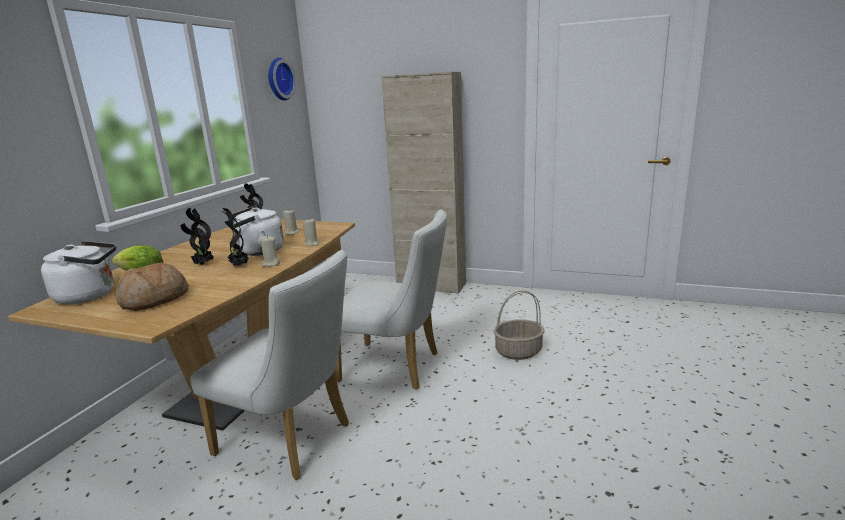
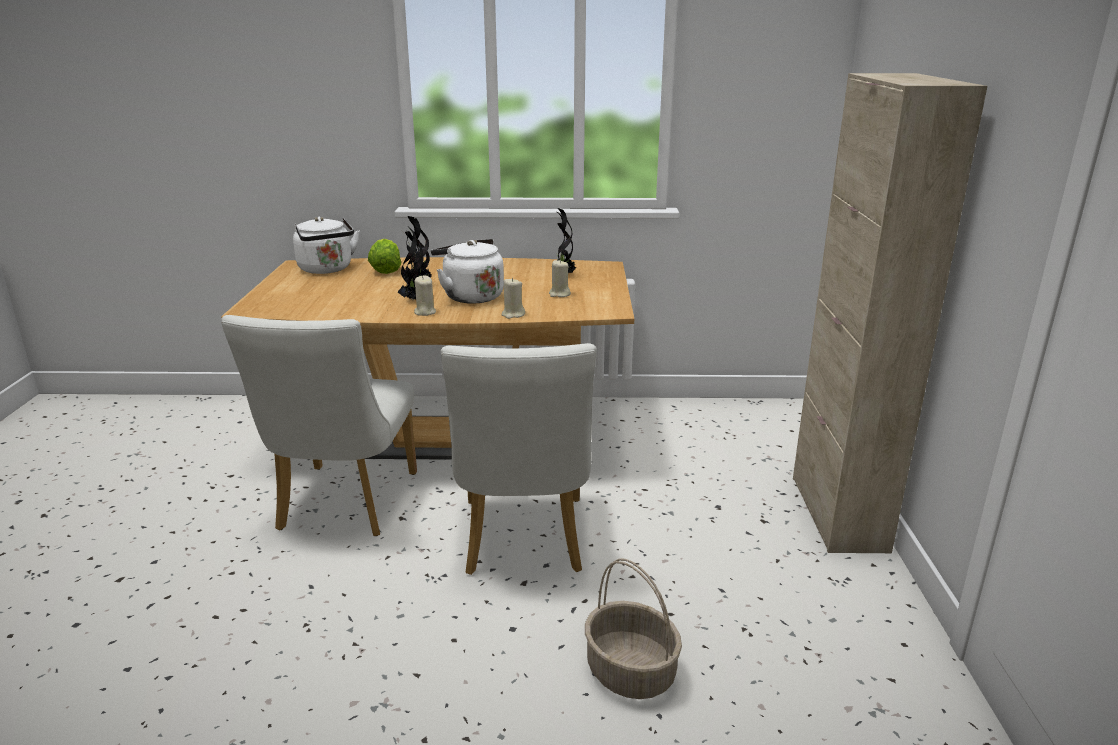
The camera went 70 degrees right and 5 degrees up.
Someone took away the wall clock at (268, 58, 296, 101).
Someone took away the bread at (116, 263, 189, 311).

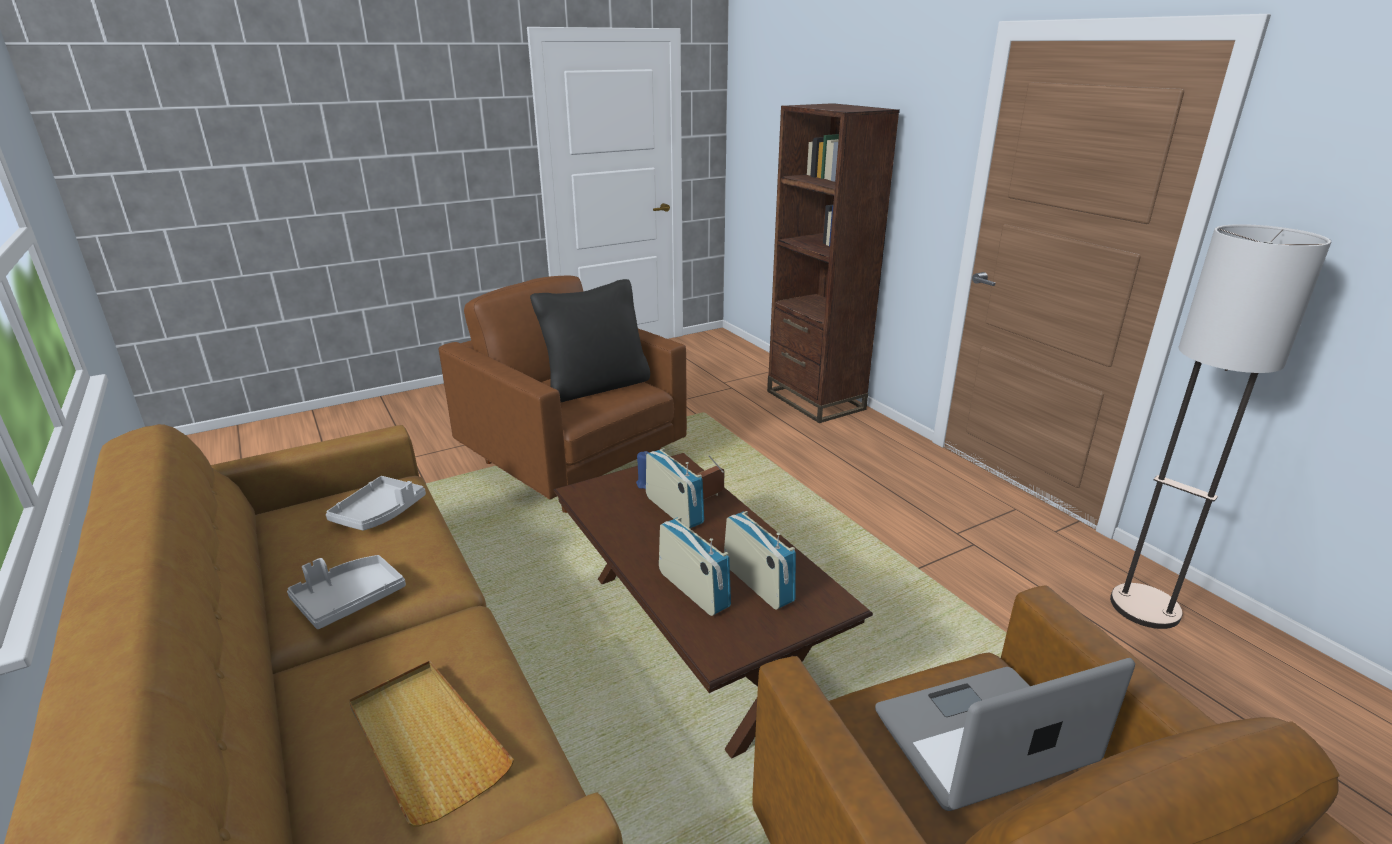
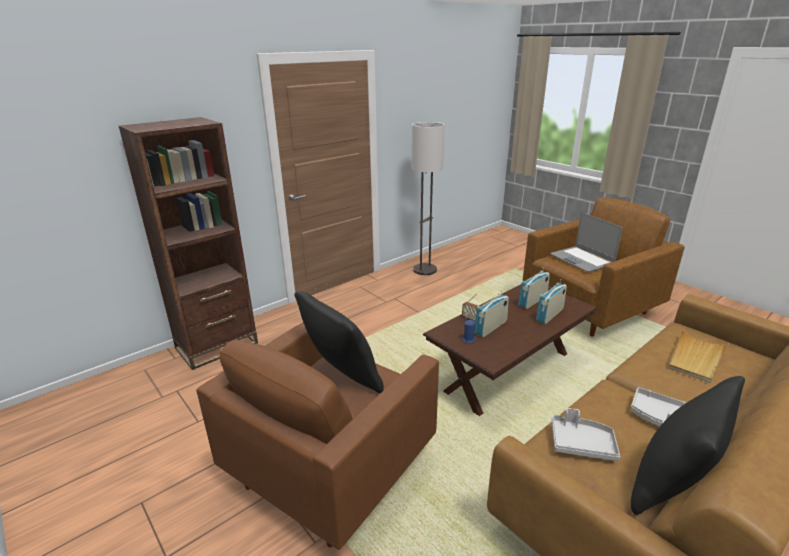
The camera went 100 degrees left and 0 degrees up.
Someone put down the pillow (black) at (631, 376, 745, 515).

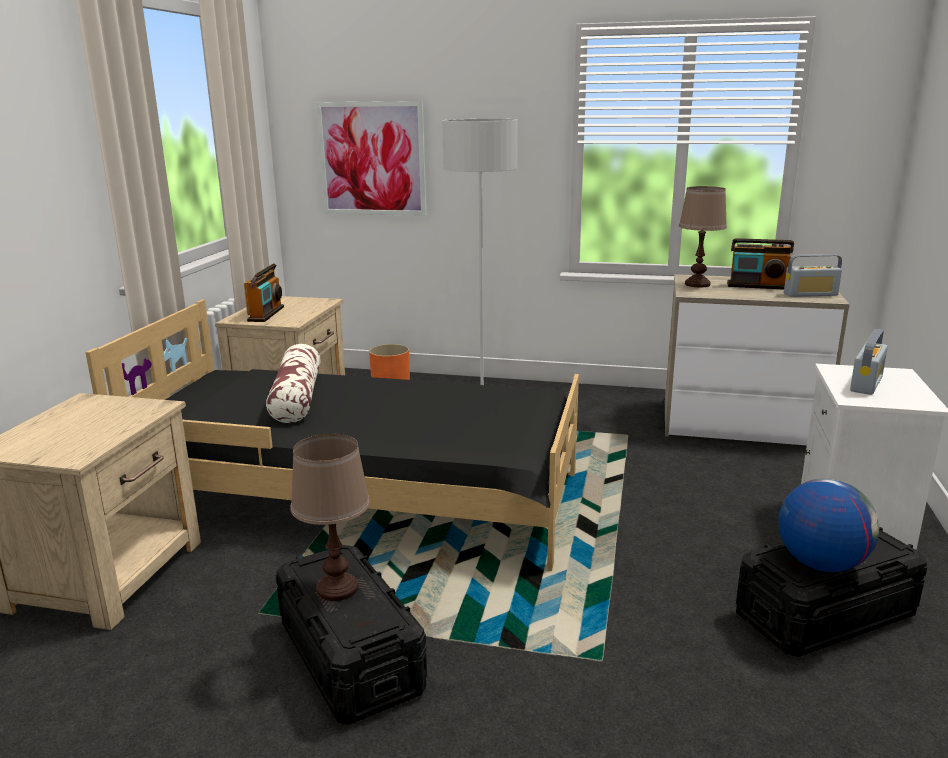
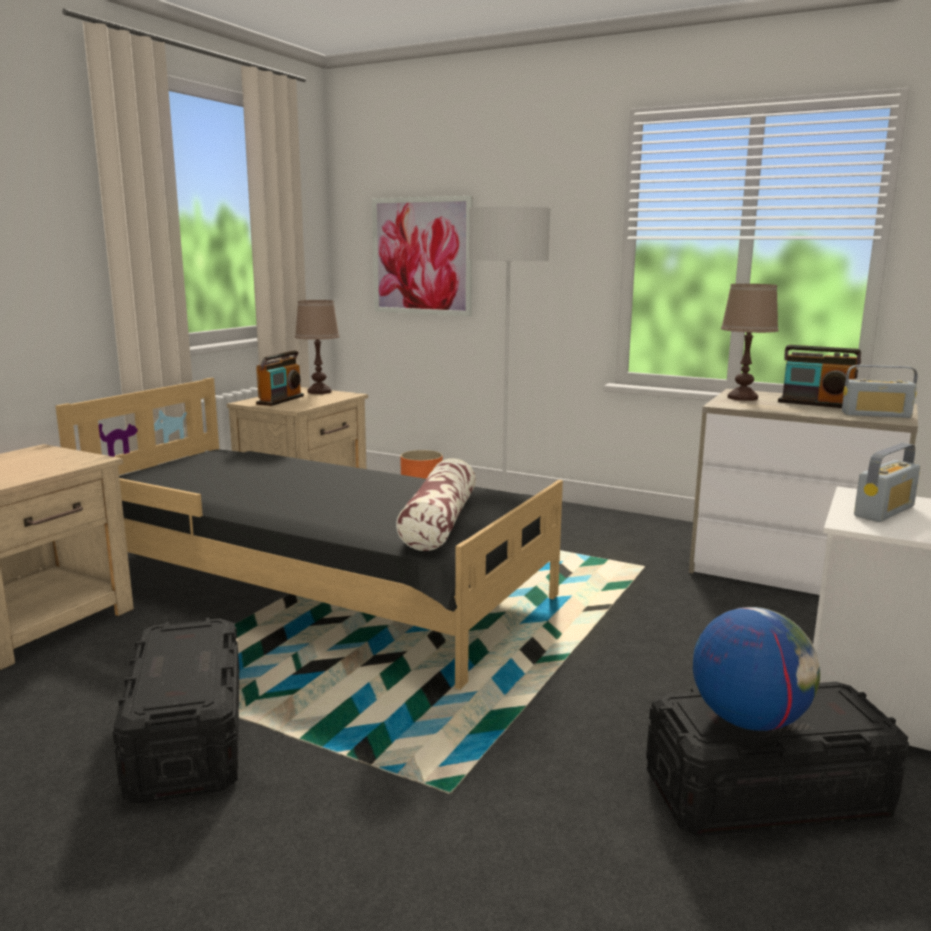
The camera went 15 degrees right and 5 degrees down.
Someone carried the pillow from (266, 344, 321, 423) to (396, 458, 476, 551).
Someone carried the table lamp (brown) from (290, 434, 370, 601) to (295, 300, 339, 394).

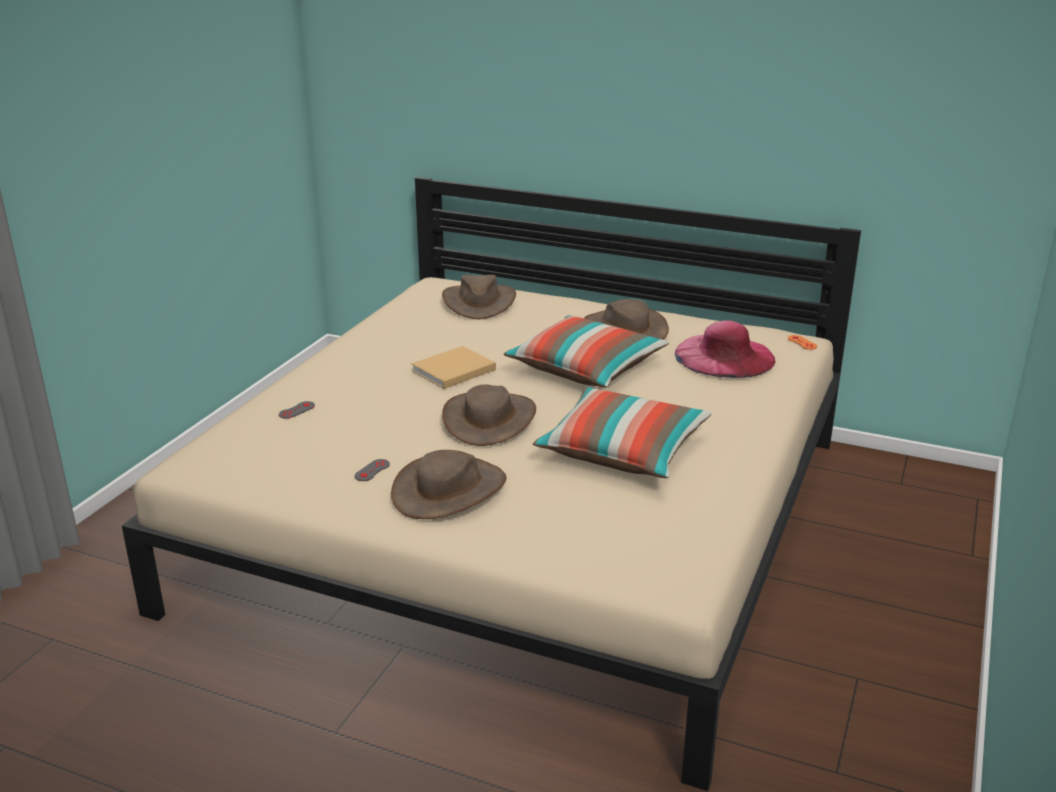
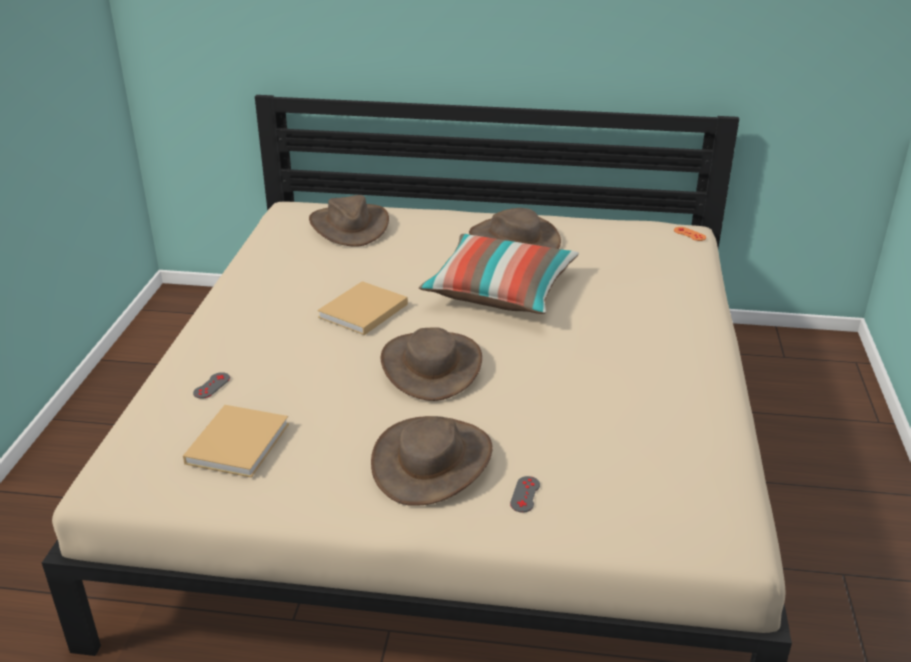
The camera went 15 degrees left and 5 degrees up.
Someone took away the hat (pink) at (675, 320, 775, 378).
Someone took away the pillow at (533, 387, 712, 478).
Someone carried the game controller (grey) from (354, 459, 390, 481) to (510, 476, 540, 513).
Someone put down the book (beige) at (183, 405, 289, 478).

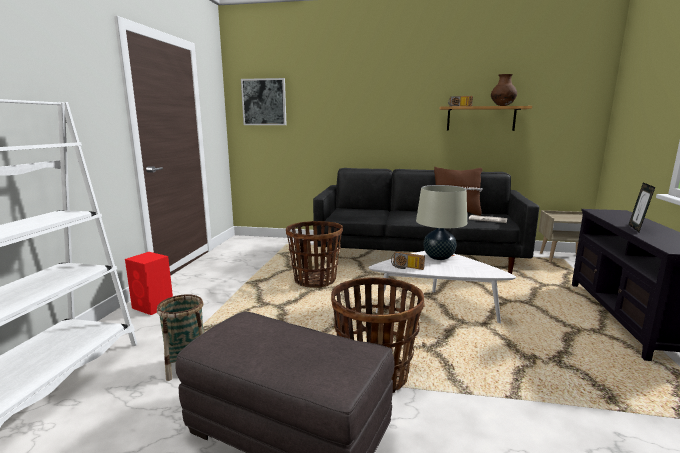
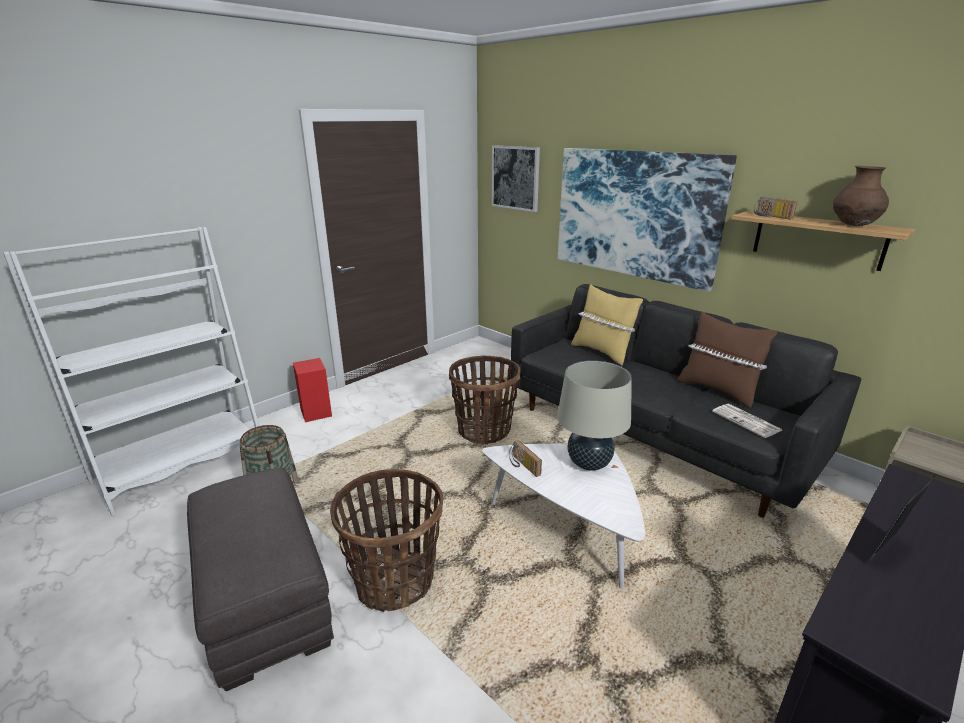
The camera went 35 degrees right and 10 degrees up.
Someone put up the picture at (558, 148, 737, 292).
Someone put down the pillow (yellow) at (571, 284, 643, 365).

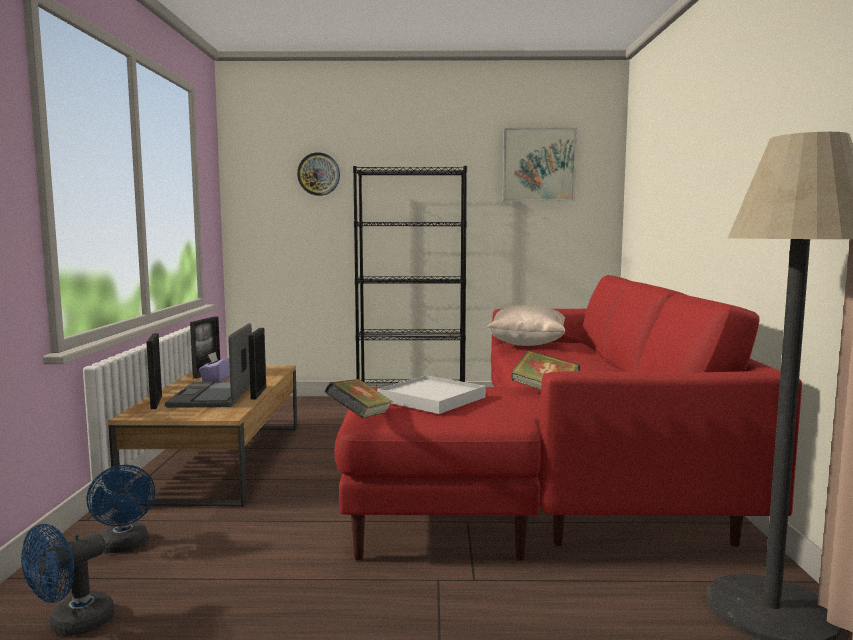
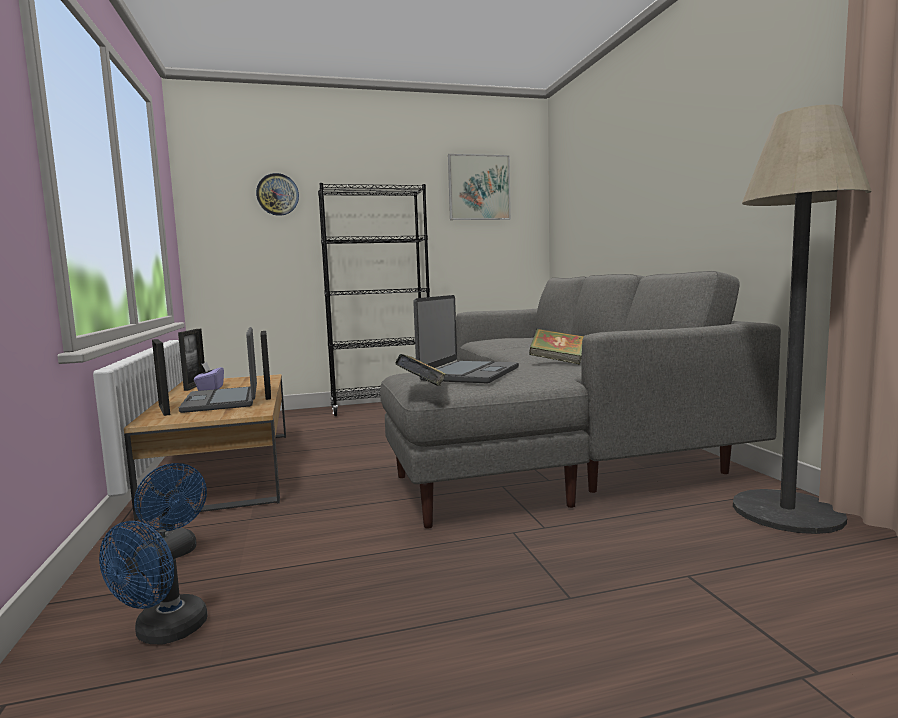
The camera went 15 degrees left and 0 degrees up.
Someone repainted the sofa (red) at (334, 275, 802, 561), which became the sofa (grey) at (380, 271, 781, 529).
Someone took away the pillow (beige) at (487, 305, 565, 346).
Someone swapped the tray (white) at (377, 375, 486, 414) for the laptop at (413, 295, 519, 384).

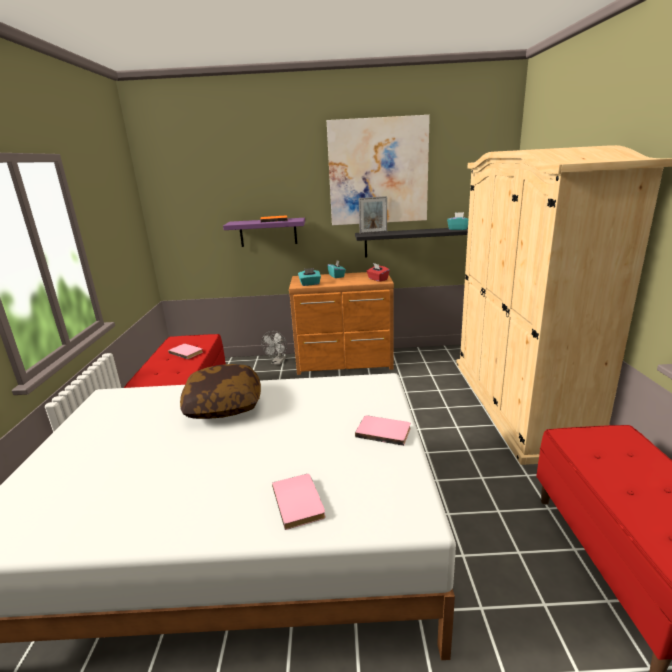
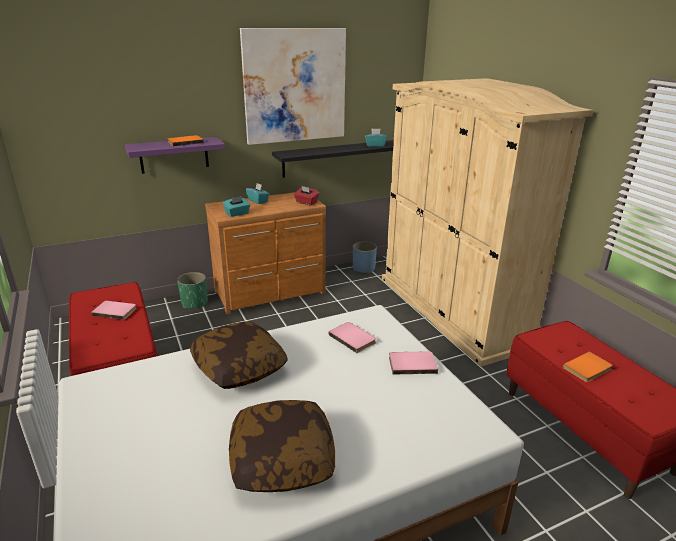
The camera went 25 degrees left and 5 degrees up.
Someone took away the picture frame at (359, 196, 387, 234).
Someone swapped the fan (grey) at (261, 331, 287, 365) for the planter (green) at (177, 272, 207, 308).
Someone carried the book (pink) from (272, 474, 325, 530) to (329, 322, 376, 353).
Someone put down the planter (blue) at (353, 242, 377, 273).
Someone put down the book (orange) at (563, 352, 613, 382).
Someone put down the pillow at (229, 400, 335, 492).

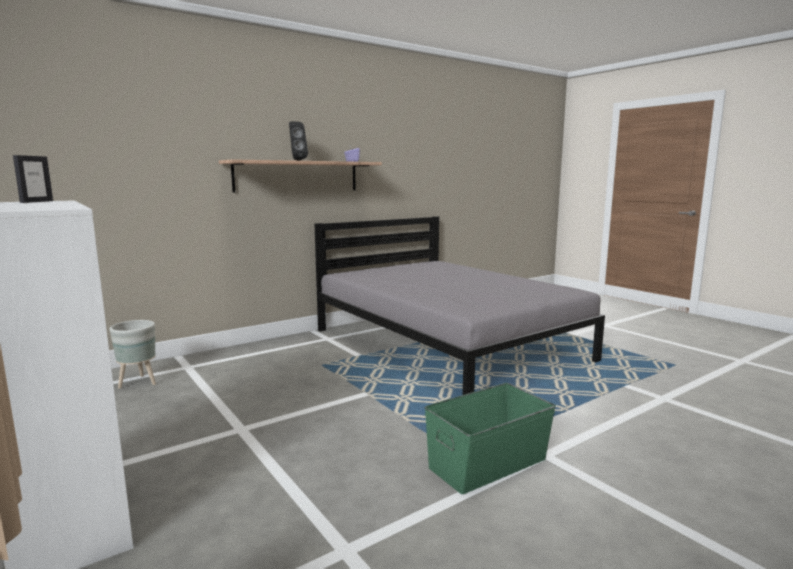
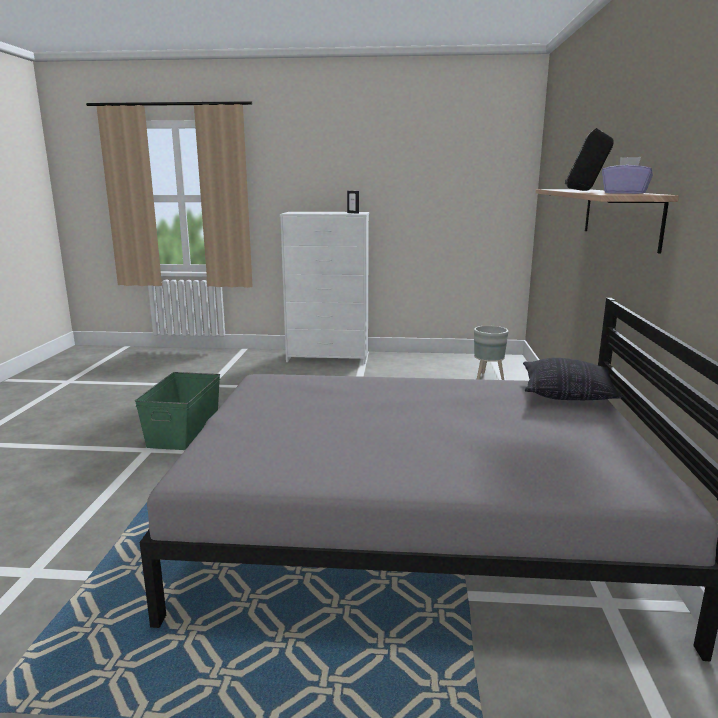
The camera went 130 degrees right and 5 degrees up.
Someone put down the pillow at (523, 358, 623, 400).

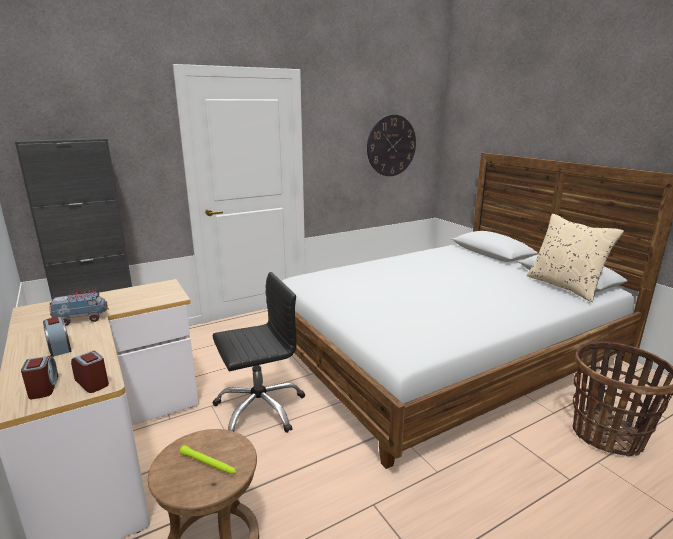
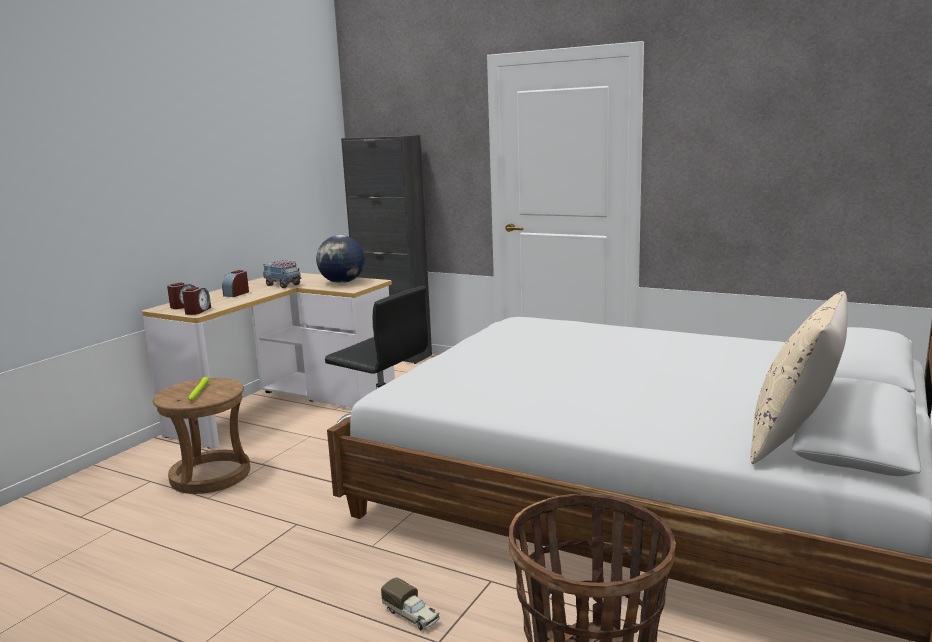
The camera went 60 degrees right and 5 degrees down.
Someone took away the wall clock at (367, 115, 416, 176).
Someone put down the globe at (316, 235, 365, 283).
Someone put down the toy truck at (381, 577, 440, 630).

